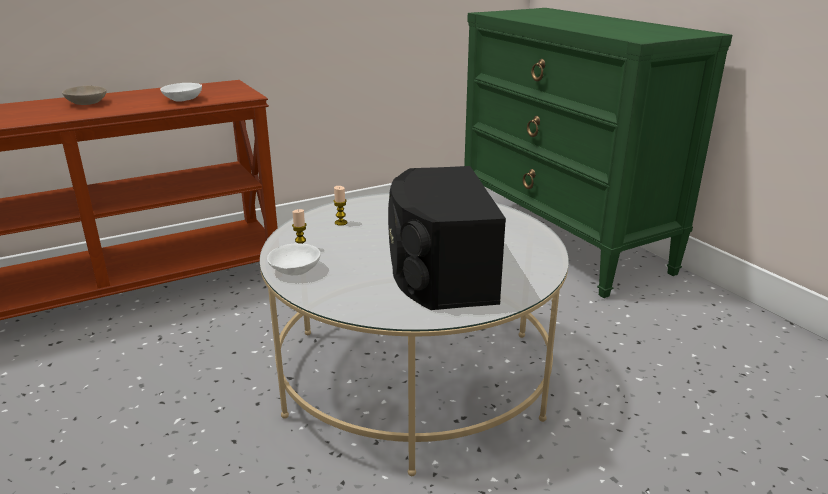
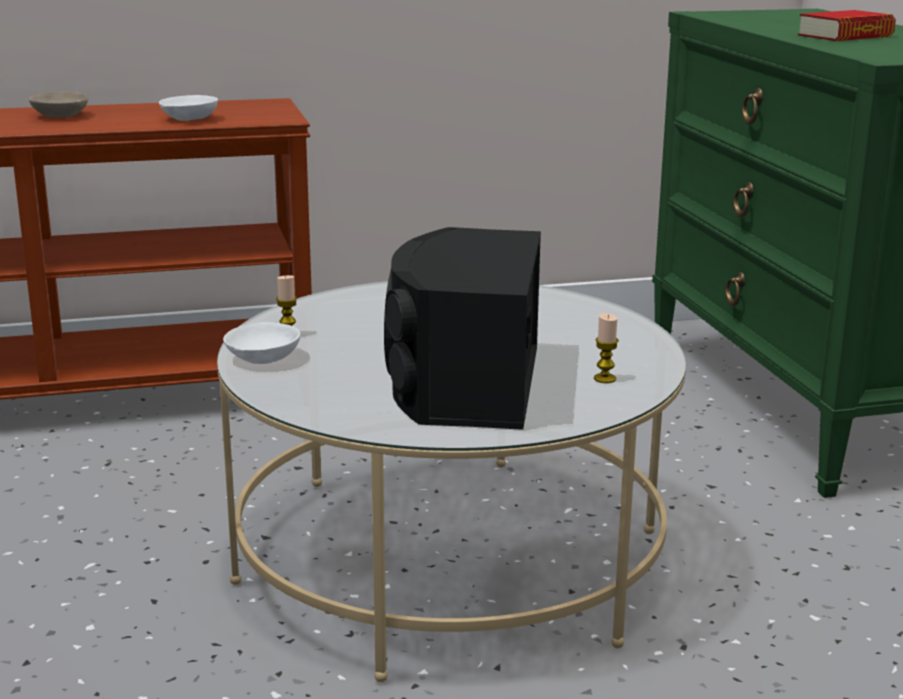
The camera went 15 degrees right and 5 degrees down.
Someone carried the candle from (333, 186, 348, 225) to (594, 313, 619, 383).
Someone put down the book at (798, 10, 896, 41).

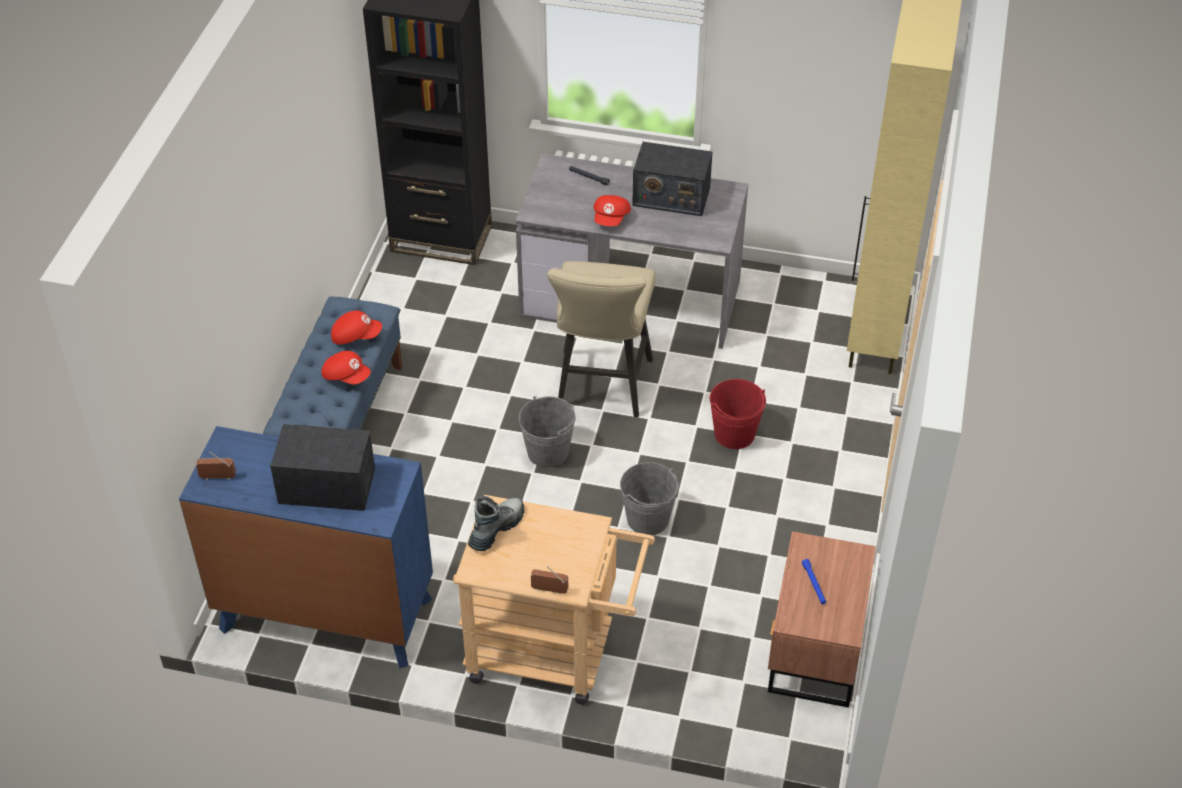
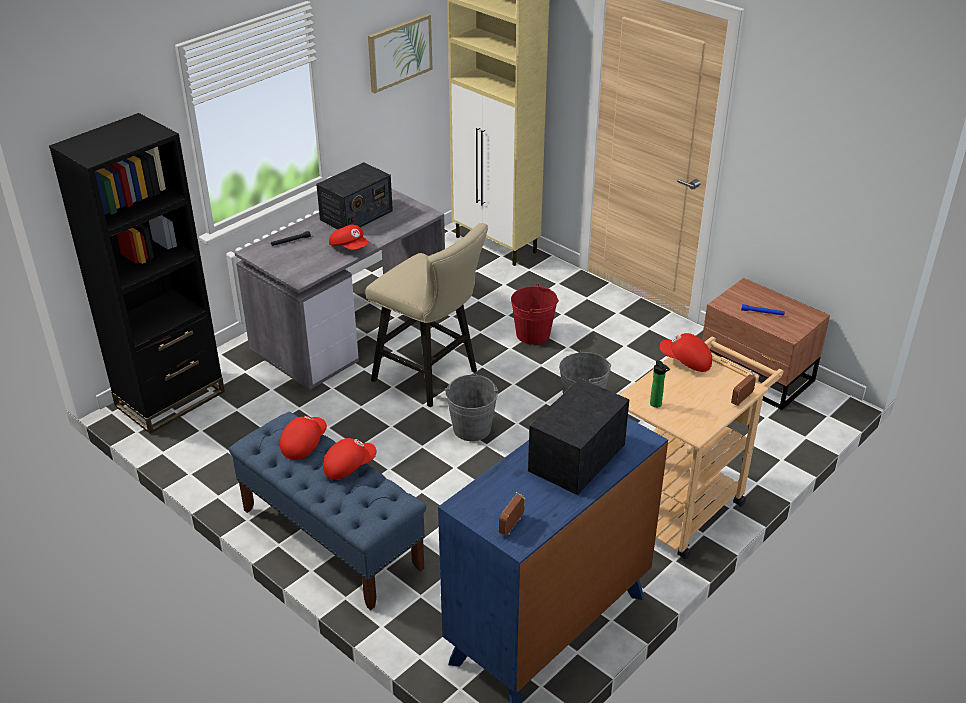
The camera went 60 degrees left and 10 degrees down.
Someone swapped the boot at (468, 496, 524, 551) for the bottle at (650, 360, 670, 408).
Someone put up the picture at (368, 14, 433, 93).
Someone put down the cap (red) at (660, 333, 712, 372).

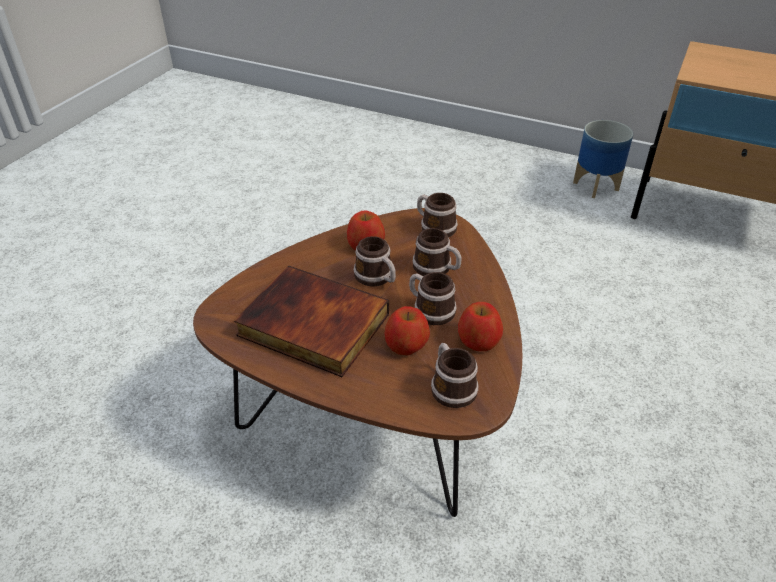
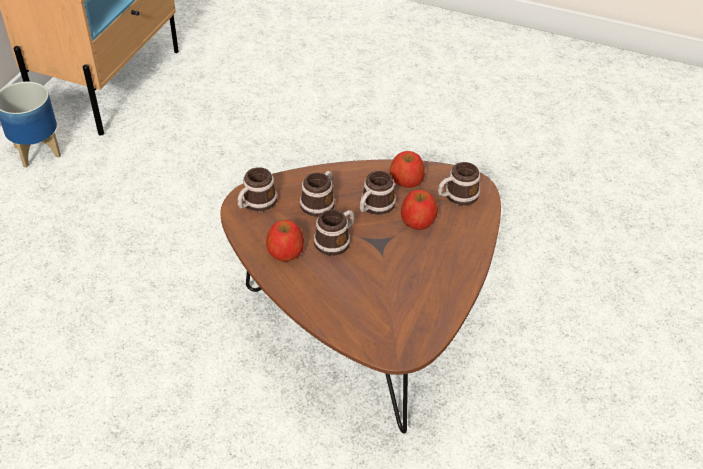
The camera went 95 degrees left and 5 degrees up.
Someone took away the book at (234, 265, 389, 377).

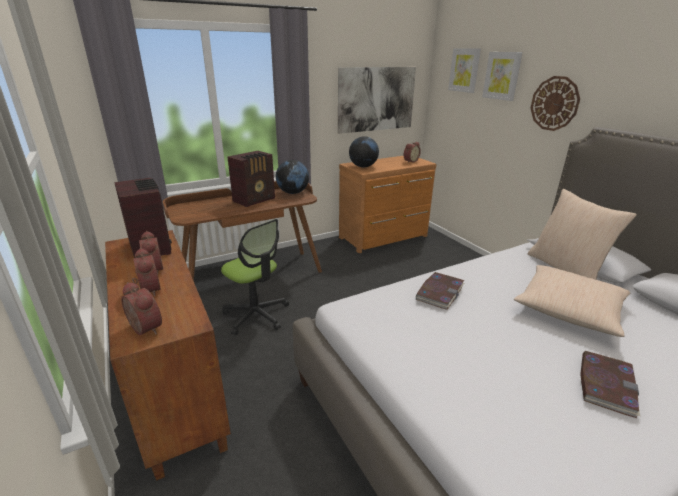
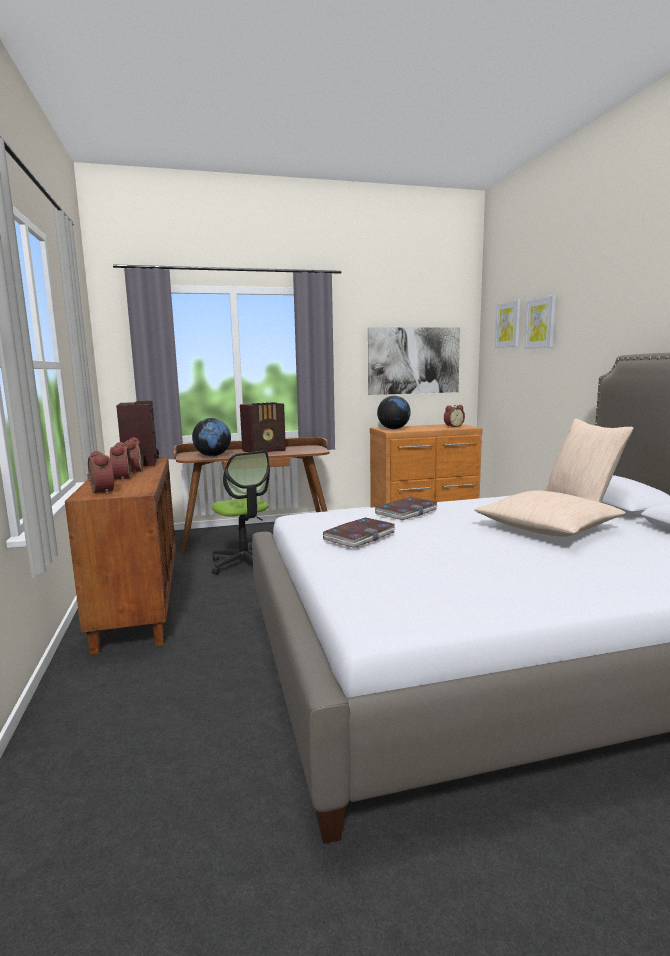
The camera went 15 degrees right and 15 degrees down.
Someone took away the wall clock at (531, 76, 580, 131).
Someone carried the globe from (276, 160, 309, 194) to (192, 418, 231, 456).
Someone carried the book from (580, 351, 640, 418) to (323, 518, 395, 548).

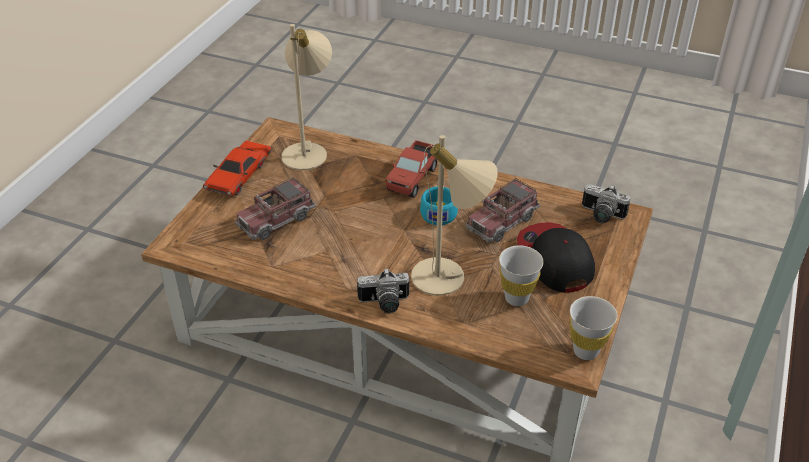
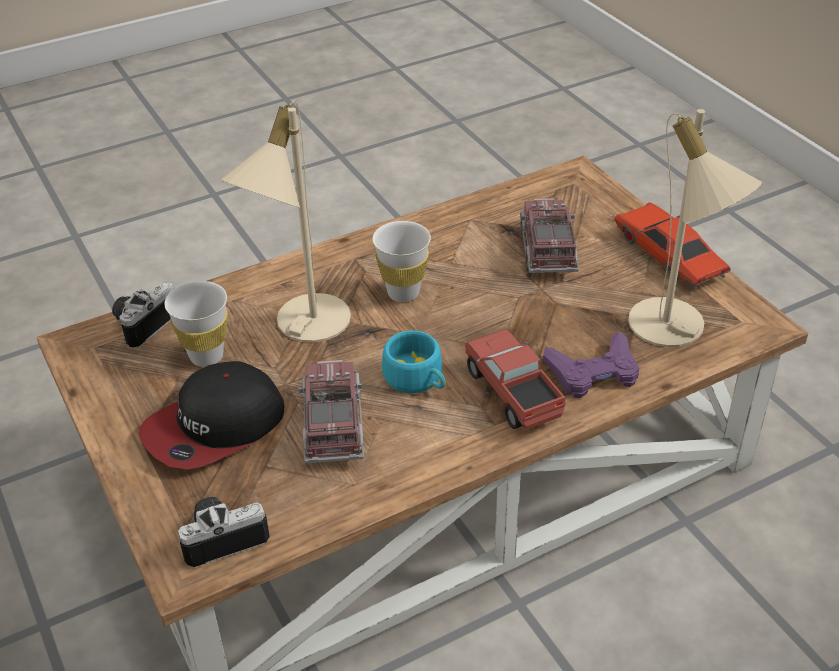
The camera went 130 degrees right and 0 degrees up.
Someone rotated the cap at (517, 222, 595, 293) by 120 degrees clockwise.
Someone carried the photo camera from (357, 268, 409, 313) to (112, 281, 174, 349).
Someone carried the cup (white) from (570, 296, 617, 360) to (372, 221, 431, 302).
Someone put down the game controller (purple) at (543, 331, 639, 398).

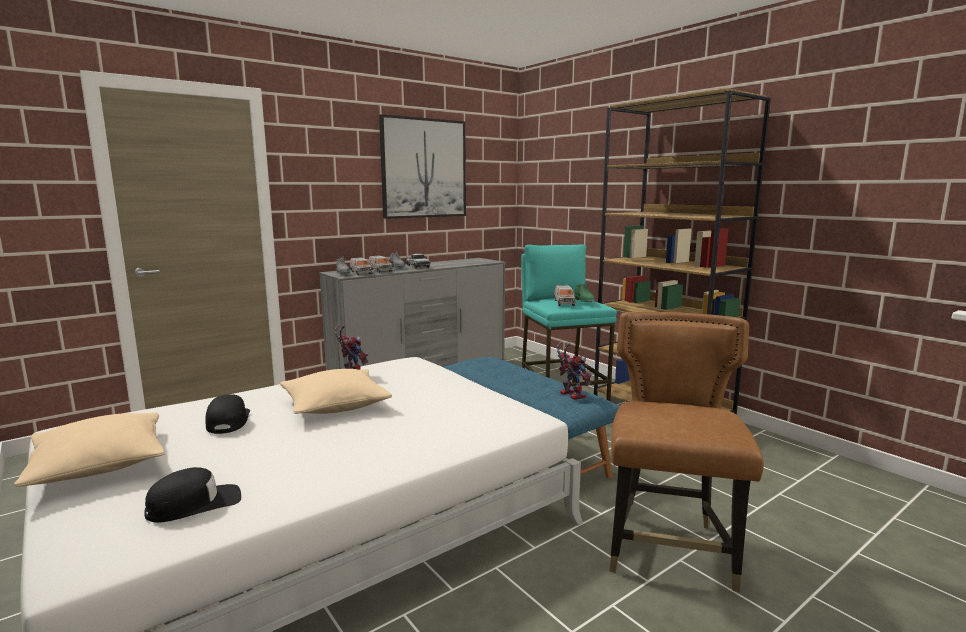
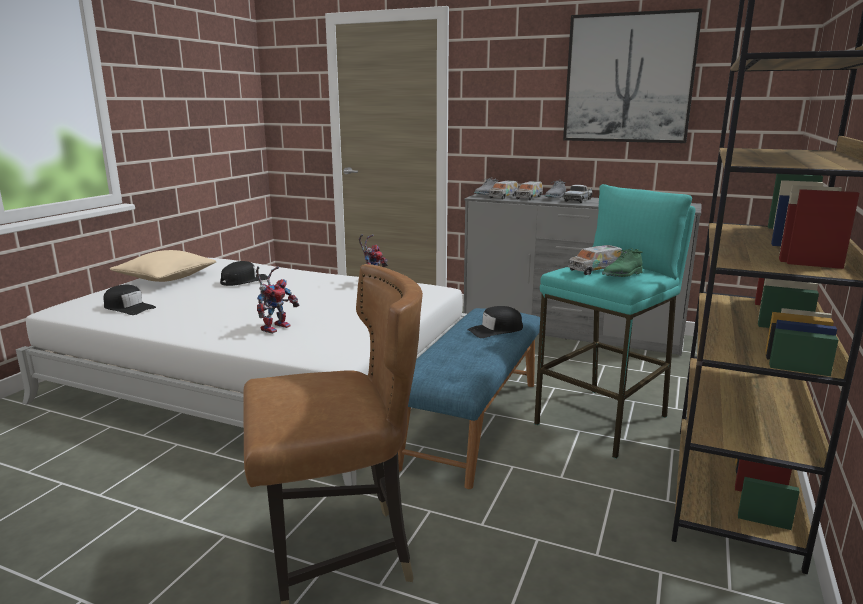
The camera went 60 degrees right and 5 degrees up.
Someone carried the toy robot from (557, 342, 591, 400) to (256, 266, 300, 334).
Someone took away the pillow (beige) at (280, 369, 392, 414).
Someone put down the cap (black) at (467, 306, 523, 338).

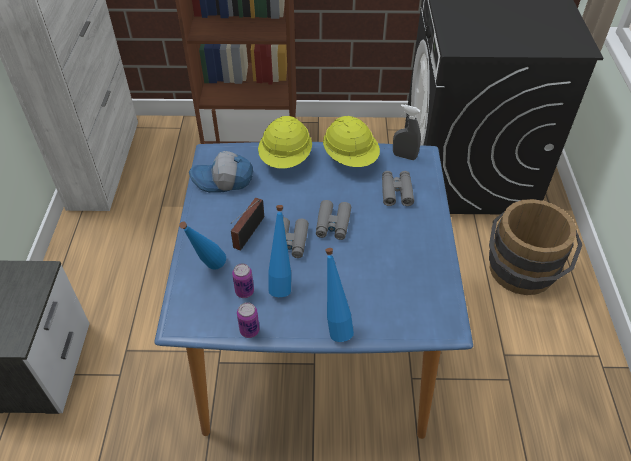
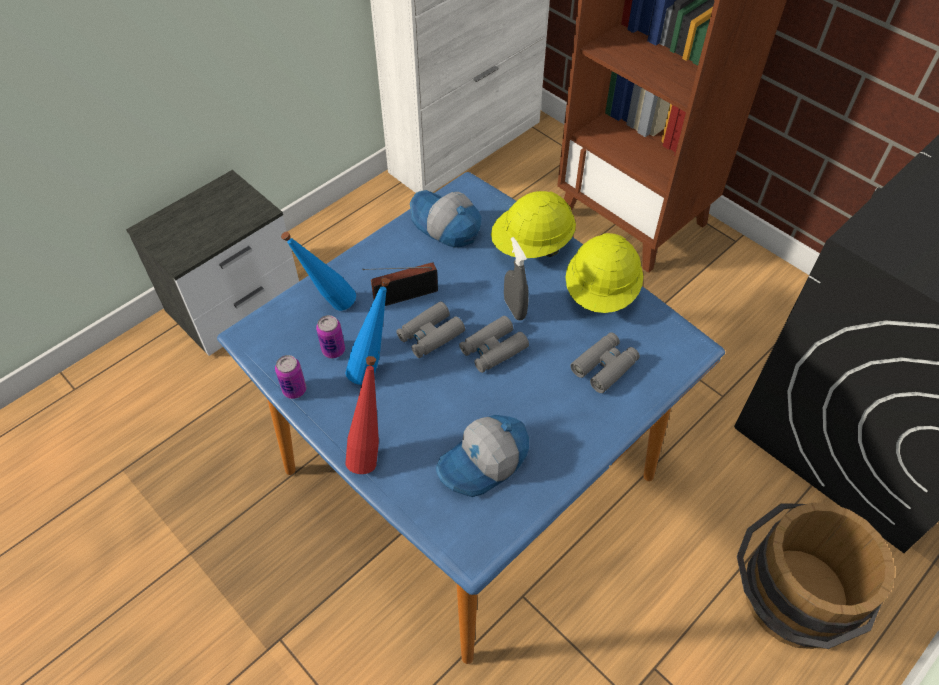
The camera went 45 degrees right and 5 degrees up.
Someone carried the spray bottle (grey) from (393, 104, 421, 160) to (504, 237, 529, 320).
Someone repainted the bottle (blue) at (325, 248, 354, 342), which became the bottle (red) at (345, 356, 379, 474).
Someone put down the cap at (436, 415, 529, 497).

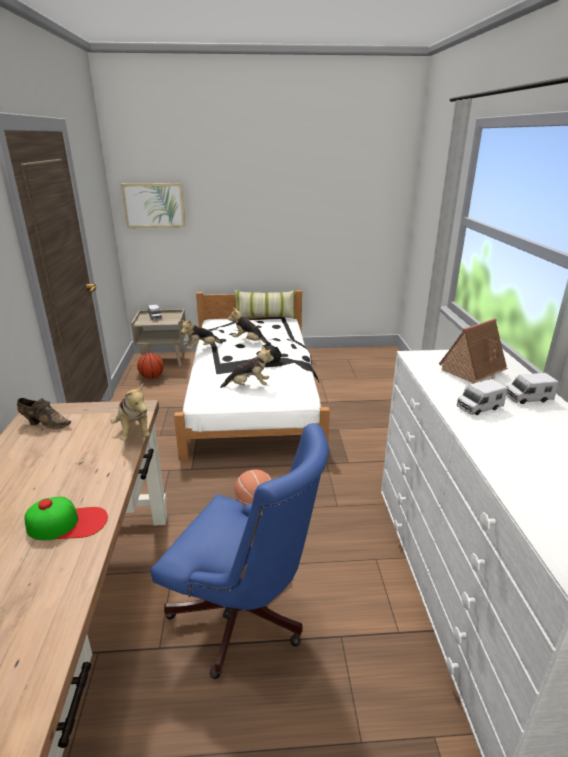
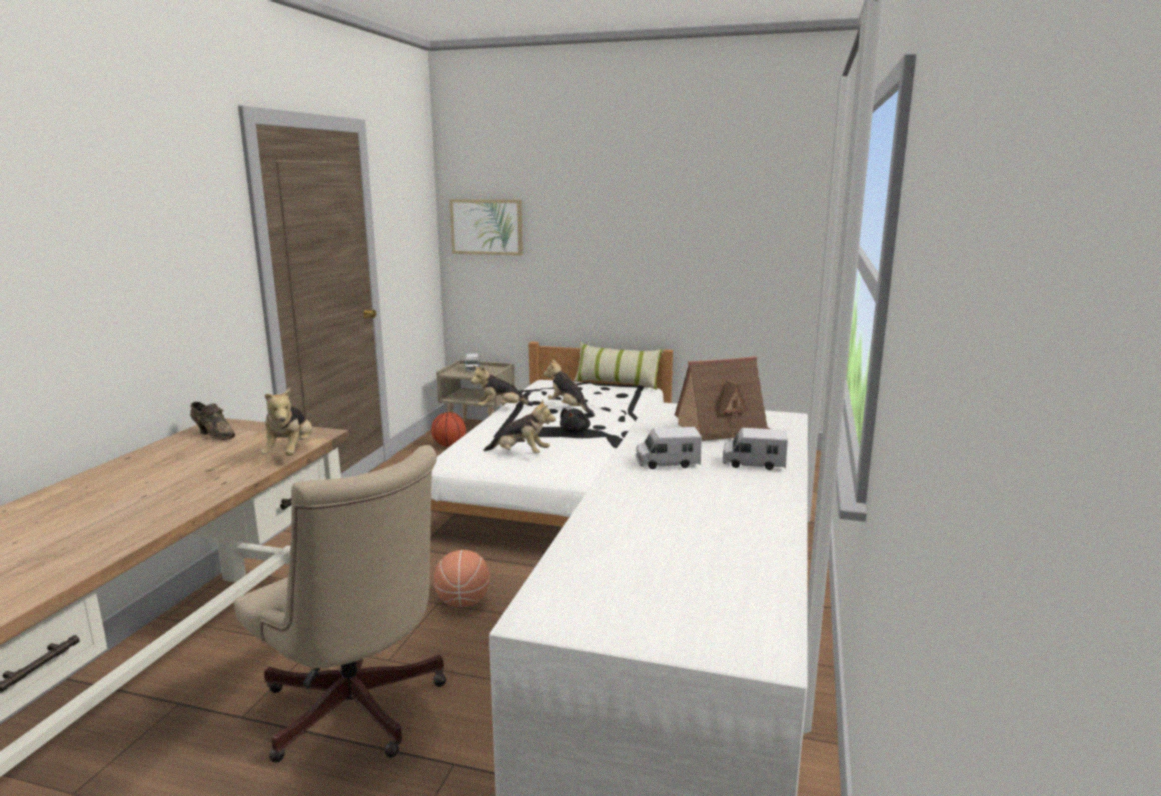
The camera went 20 degrees right and 10 degrees down.
Someone repainted the office chair (blue) at (150, 423, 329, 679), which became the office chair (beige) at (234, 445, 447, 763).
Someone took away the cap at (25, 496, 108, 540).

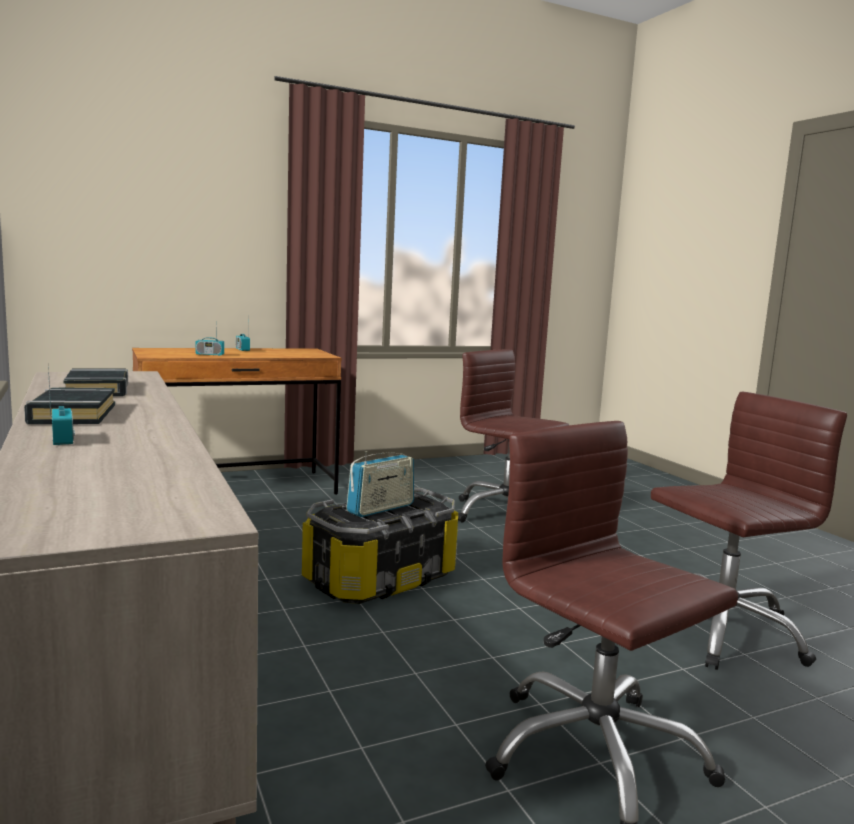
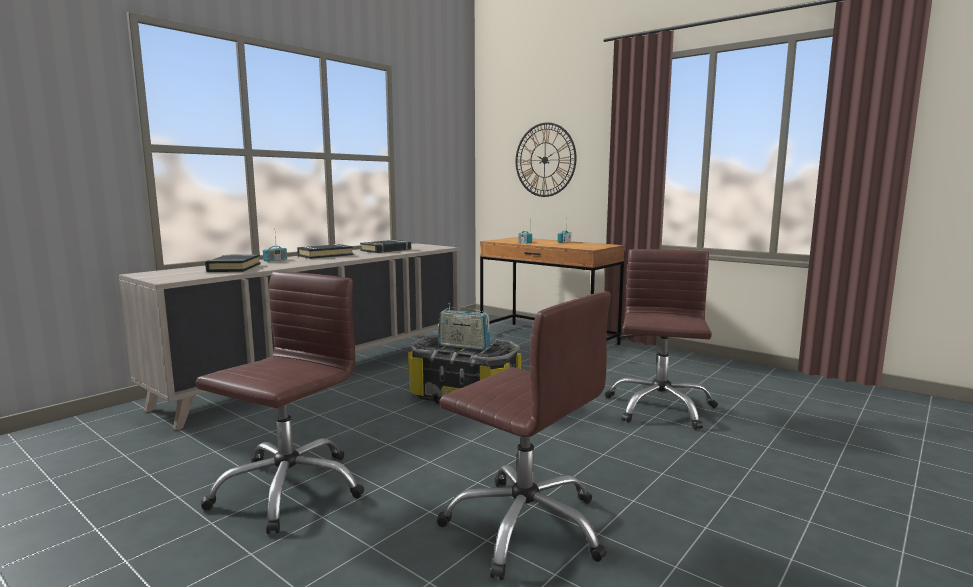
The camera went 65 degrees right and 0 degrees up.
Someone put up the wall clock at (516, 123, 576, 197).
Someone put down the book (black) at (205, 254, 261, 272).

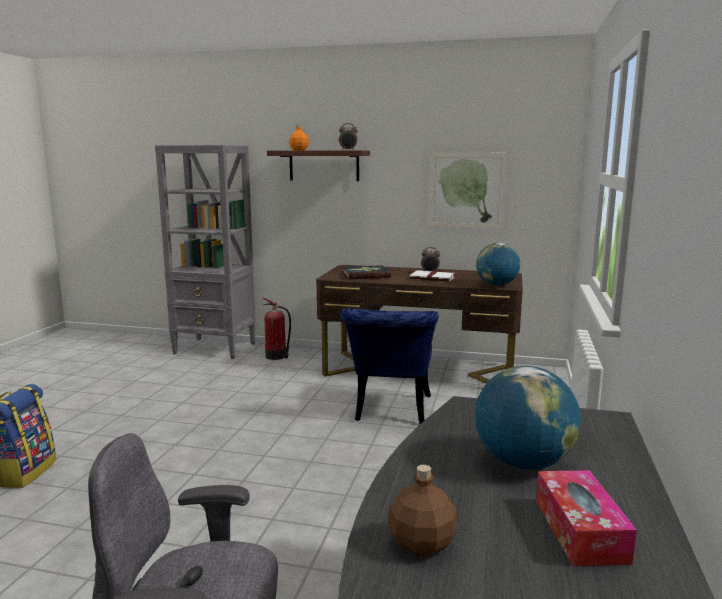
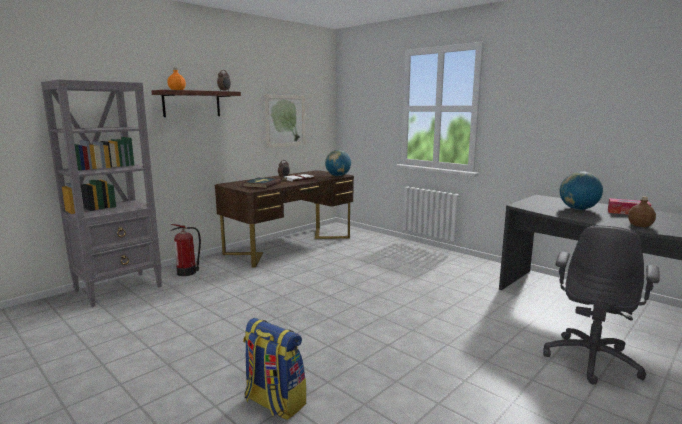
The camera went 60 degrees left and 0 degrees up.
Someone took away the chair (blue) at (341, 308, 438, 424).

